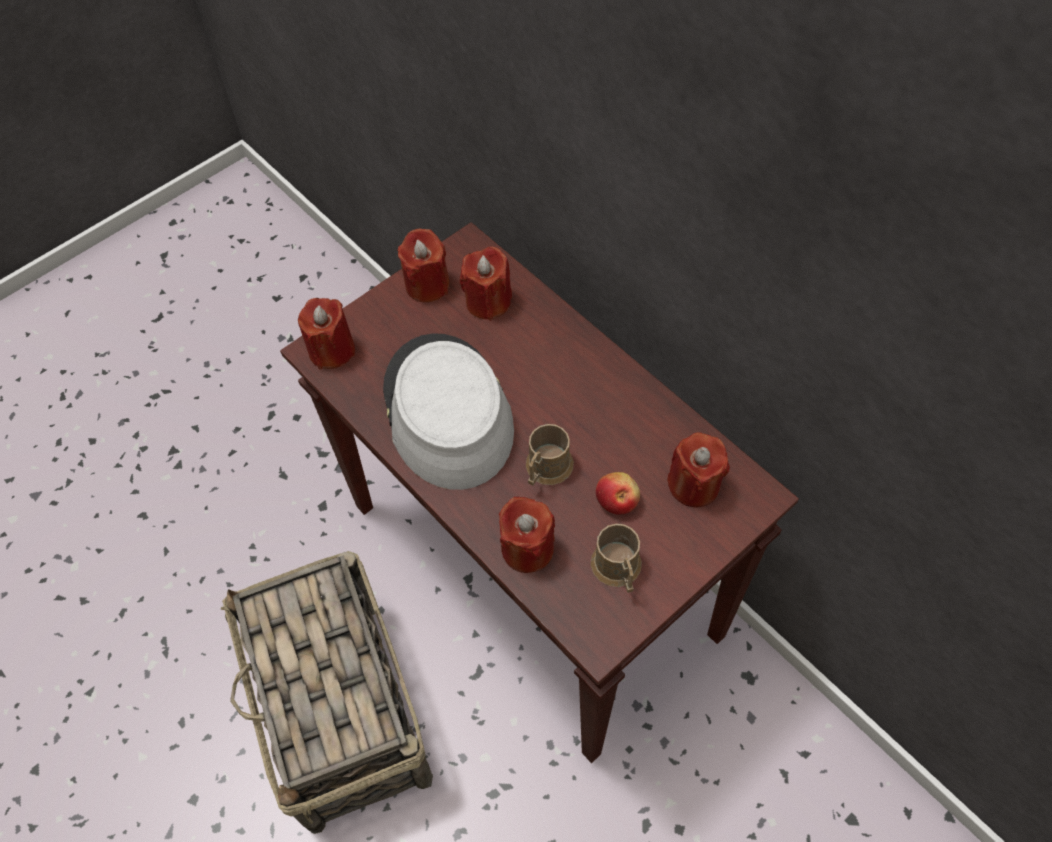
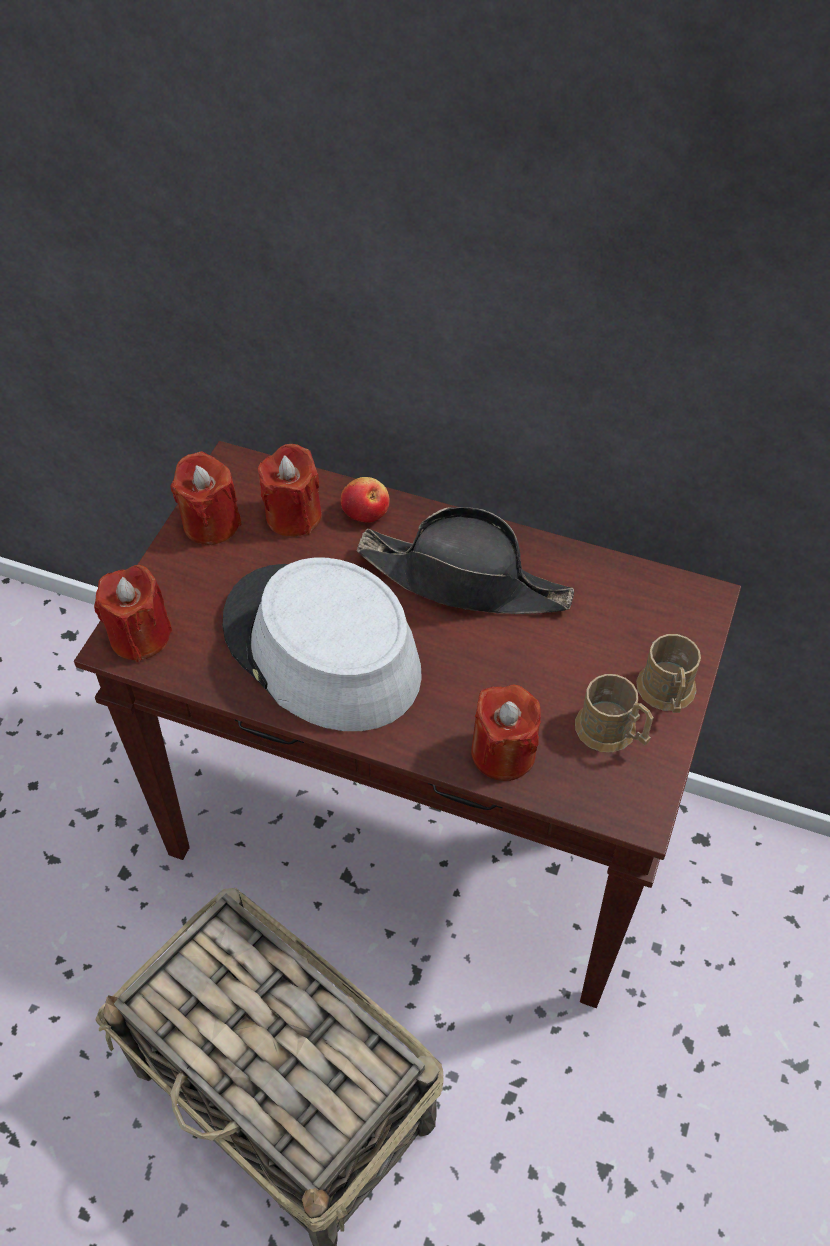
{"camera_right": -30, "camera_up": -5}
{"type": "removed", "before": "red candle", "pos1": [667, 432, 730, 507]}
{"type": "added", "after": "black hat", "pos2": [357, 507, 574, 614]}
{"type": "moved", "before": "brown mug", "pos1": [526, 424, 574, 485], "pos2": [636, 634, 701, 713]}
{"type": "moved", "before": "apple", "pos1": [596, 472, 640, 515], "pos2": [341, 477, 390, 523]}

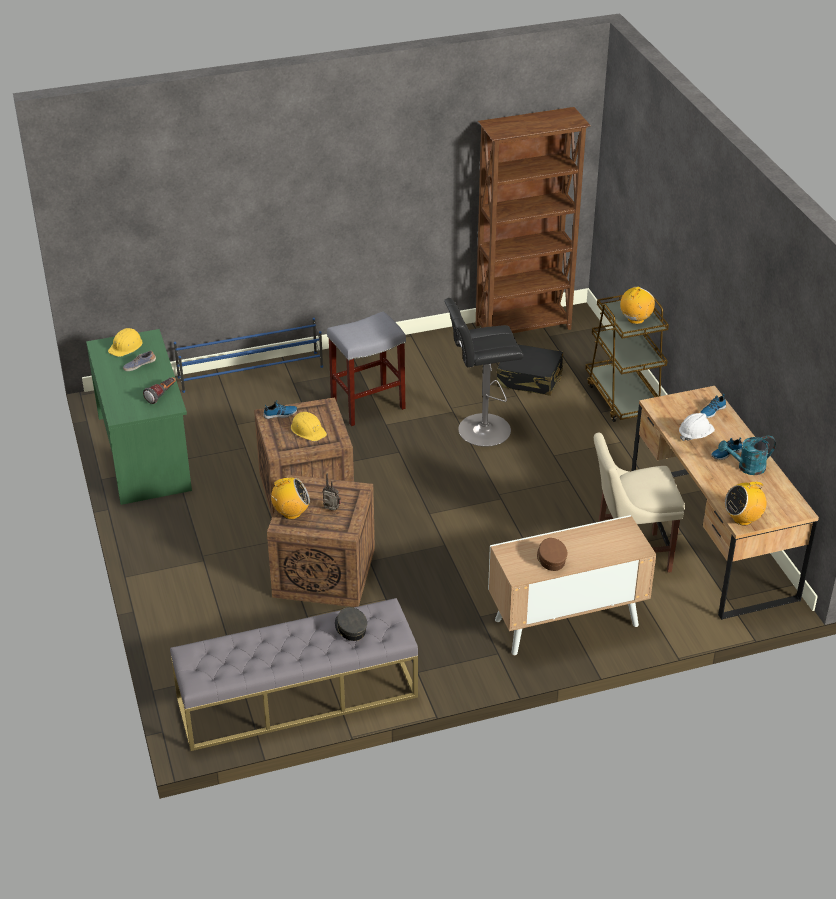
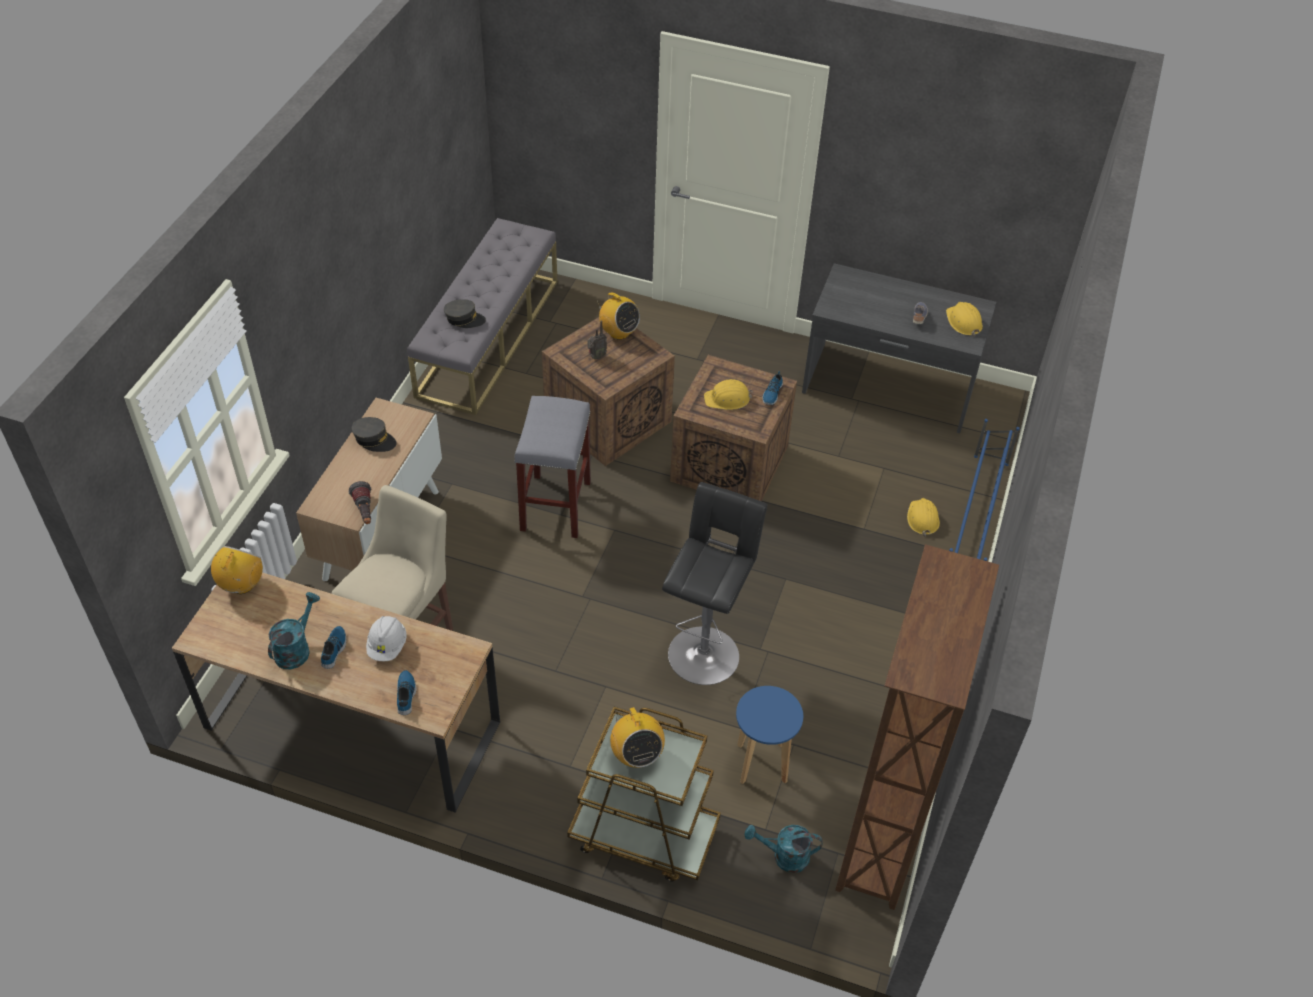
{"camera_right": 125, "camera_up": 10}
{"type": "added", "after": "turquoise watering can", "pos2": [744, 825, 823, 873]}
{"type": "added", "after": "yellow hard hat", "pos2": [907, 498, 940, 536]}
{"type": "moved", "before": "flashlight", "pos1": [143, 377, 176, 404], "pos2": [349, 481, 371, 524]}
{"type": "moved", "before": "grey stool", "pos1": [327, 311, 406, 426], "pos2": [514, 396, 591, 538]}
{"type": "replaced", "before": "black suitcase", "after": "blue stool", "pos1": [497, 345, 563, 396], "pos2": [736, 686, 803, 784]}
{"type": "recoloured", "before": "green desk", "after": "grey desk", "pos1": [86, 329, 192, 505], "pos2": [802, 263, 996, 433]}
{"type": "recoloured", "before": "brown cap", "after": "grey cap", "pos1": [537, 538, 567, 571], "pos2": [351, 417, 397, 452]}
{"type": "turned", "before": "radio", "pos1": [270, 478, 310, 519], "pos2": [596, 293, 640, 340], "turn": -75}

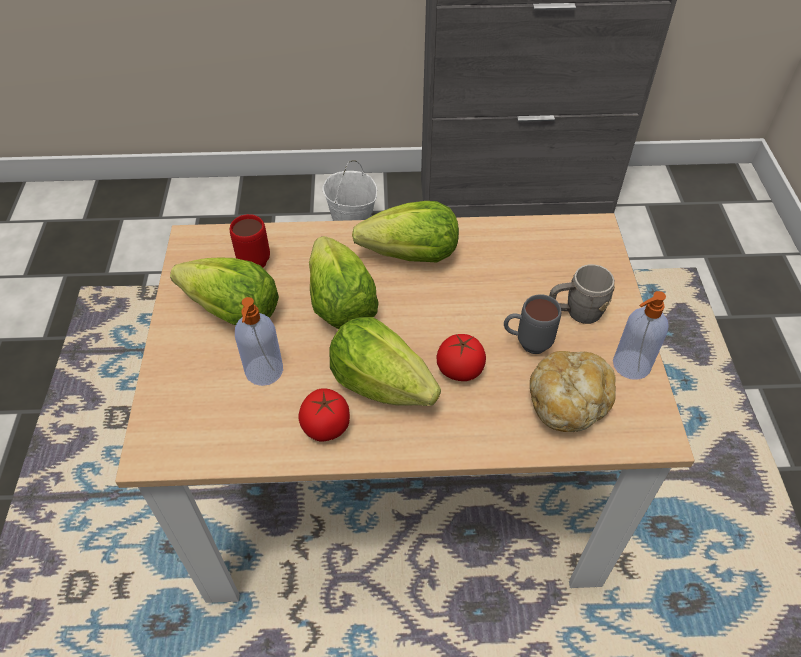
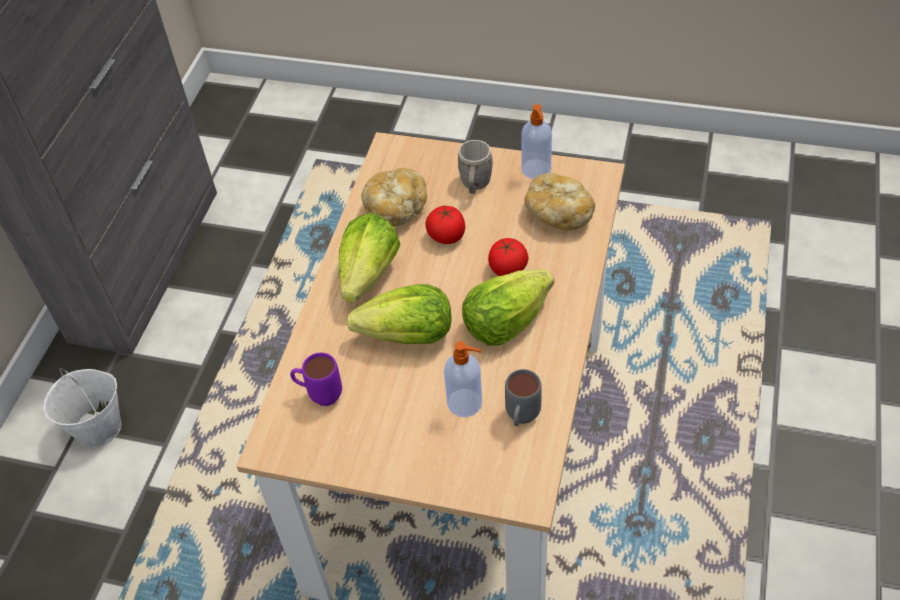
{"camera_right": -70, "camera_up": 0}
{"type": "removed", "before": "lettuce", "pos1": [170, 258, 279, 326]}
{"type": "added", "after": "bread", "pos2": [361, 168, 427, 226]}
{"type": "moved", "before": "tomato", "pos1": [298, 388, 350, 442], "pos2": [425, 206, 465, 244]}
{"type": "moved", "before": "grey mug", "pos1": [504, 294, 561, 354], "pos2": [505, 369, 542, 426]}
{"type": "recoloured", "before": "red mug", "after": "purple mug", "pos1": [230, 214, 270, 268], "pos2": [290, 353, 342, 406]}

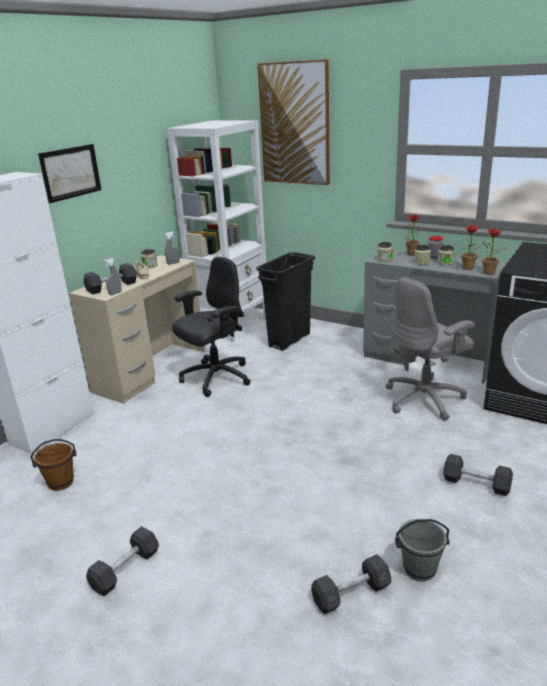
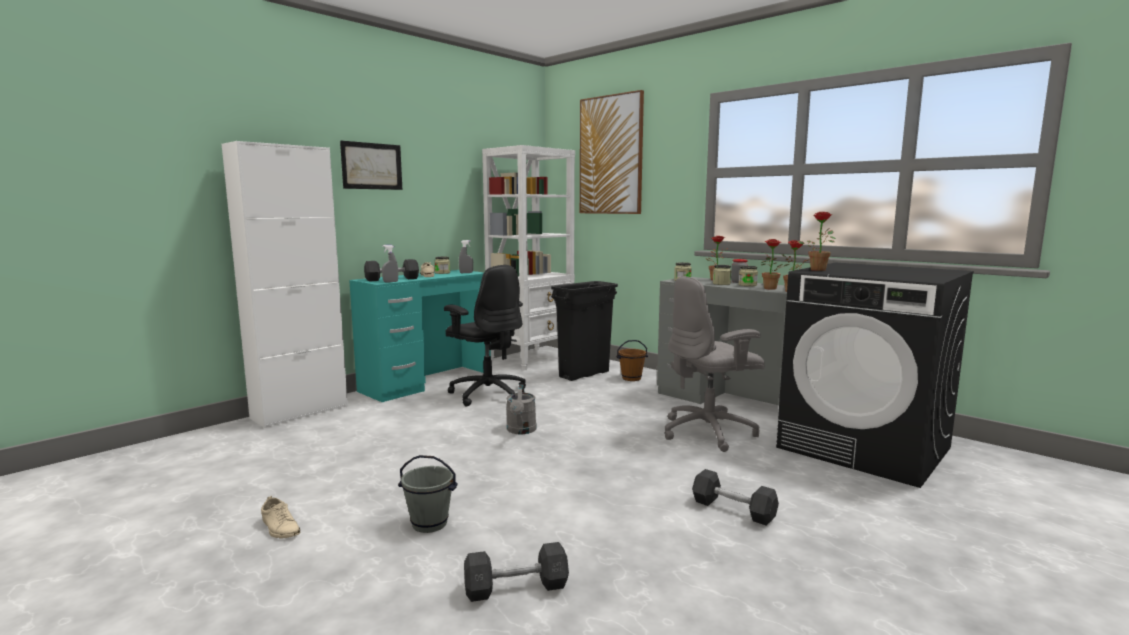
{"camera_right": 10, "camera_up": -15}
{"type": "added", "after": "grey watering can", "pos2": [506, 384, 537, 434]}
{"type": "added", "after": "potted plant", "pos2": [798, 211, 836, 271]}
{"type": "moved", "before": "brown bucket", "pos1": [30, 439, 76, 491], "pos2": [616, 340, 648, 381]}
{"type": "moved", "before": "grey bucket", "pos1": [395, 519, 450, 581], "pos2": [398, 455, 458, 533]}
{"type": "replaced", "before": "grey dumbbell", "after": "beige shoe", "pos1": [86, 526, 159, 596], "pos2": [261, 496, 300, 538]}
{"type": "recoloured", "before": "beige desk", "after": "turquoise desk", "pos1": [69, 255, 205, 404], "pos2": [349, 270, 491, 402]}
{"type": "turned", "before": "black office chair", "pos1": [172, 257, 251, 397], "pos2": [444, 265, 526, 407], "turn": 75}

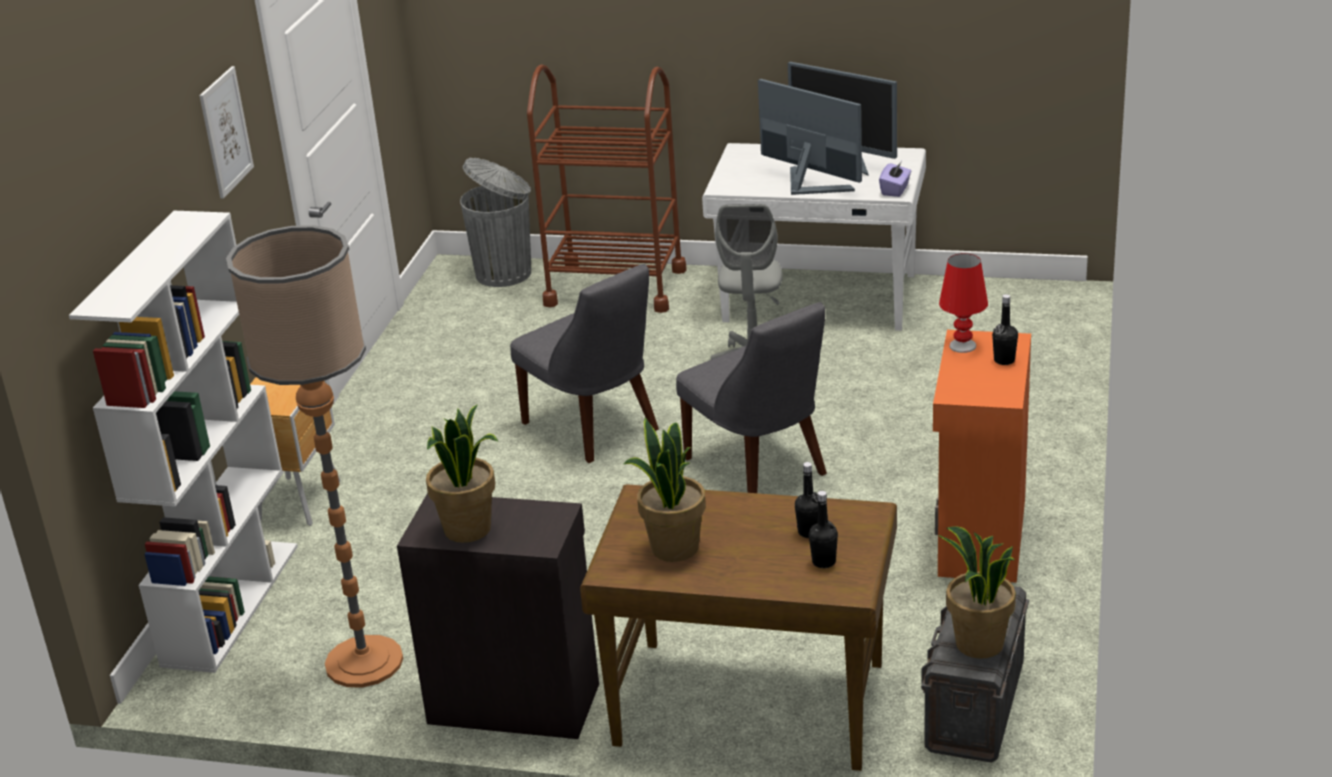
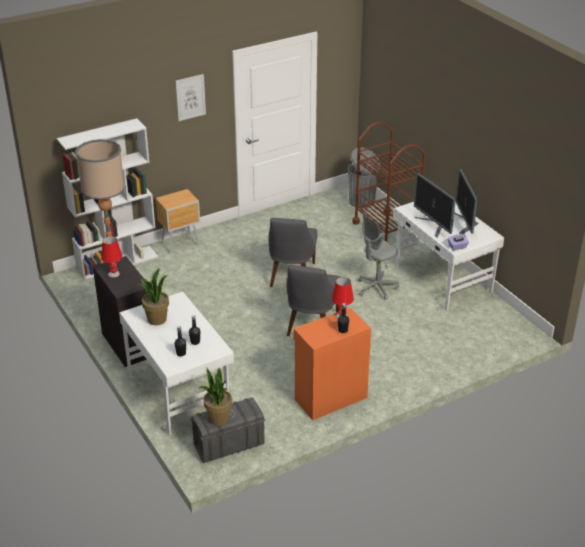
{"camera_right": 45, "camera_up": 5}
{"type": "replaced", "before": "potted plant", "after": "red table lamp", "pos1": [426, 404, 498, 543], "pos2": [101, 236, 122, 278]}
{"type": "recoloured", "before": "brown desk", "after": "white desk", "pos1": [580, 484, 897, 771], "pos2": [119, 291, 234, 435]}
{"type": "turned", "before": "monitor", "pos1": [758, 79, 862, 195], "pos2": [414, 173, 456, 237], "turn": 150}

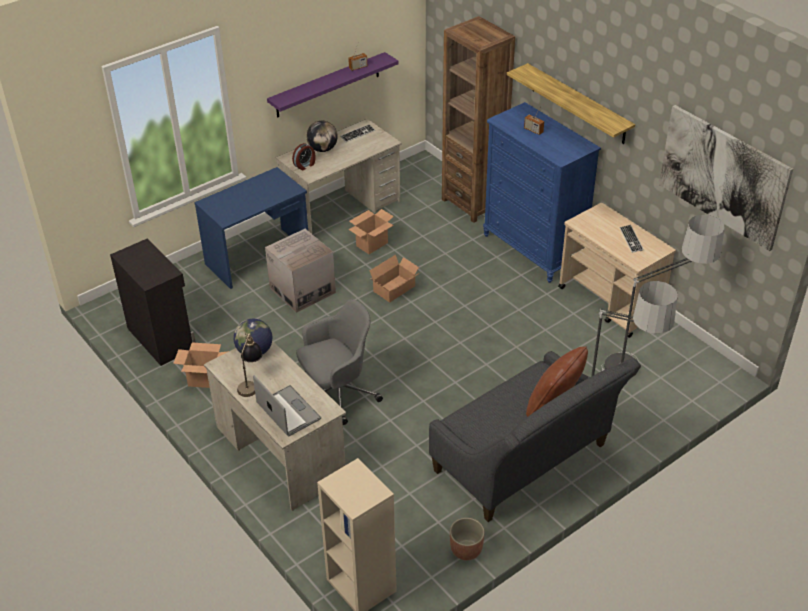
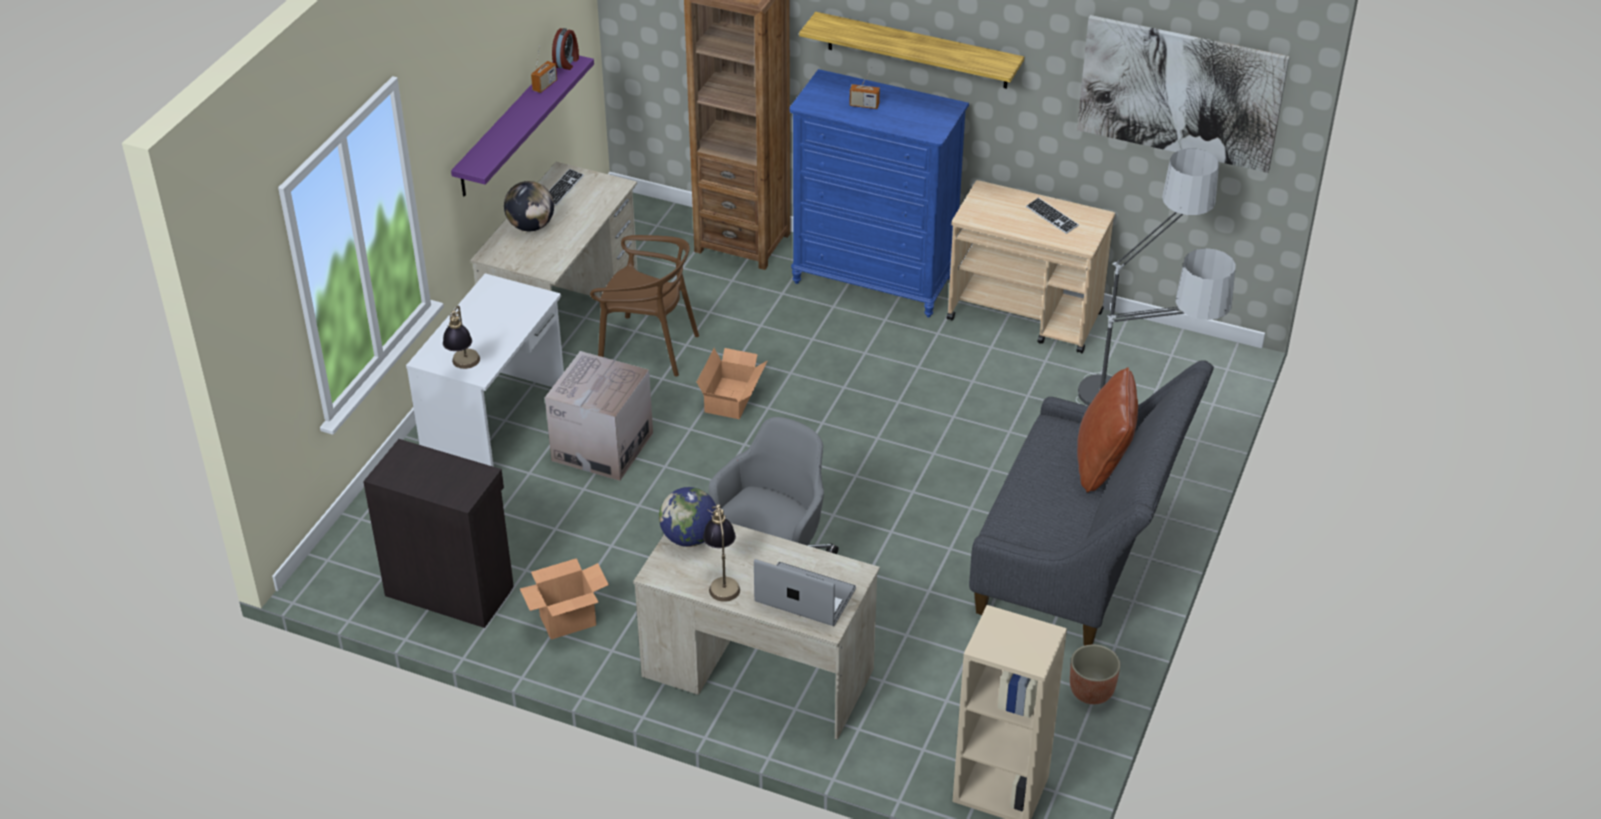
{"camera_right": -30, "camera_up": 0}
{"type": "added", "after": "table lamp", "pos2": [443, 305, 480, 369]}
{"type": "moved", "before": "alarm clock", "pos1": [292, 143, 316, 170], "pos2": [552, 28, 579, 70]}
{"type": "replaced", "before": "cardboard box", "after": "brown chair", "pos1": [348, 209, 394, 254], "pos2": [590, 235, 699, 377]}
{"type": "recoloured", "before": "blue desk", "after": "white desk", "pos1": [194, 167, 308, 289], "pos2": [406, 273, 564, 467]}

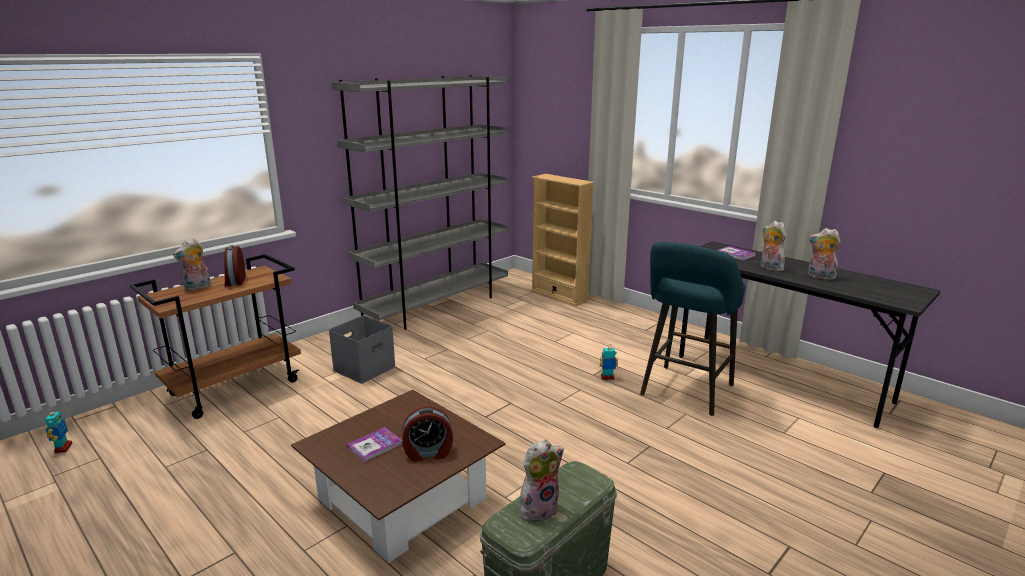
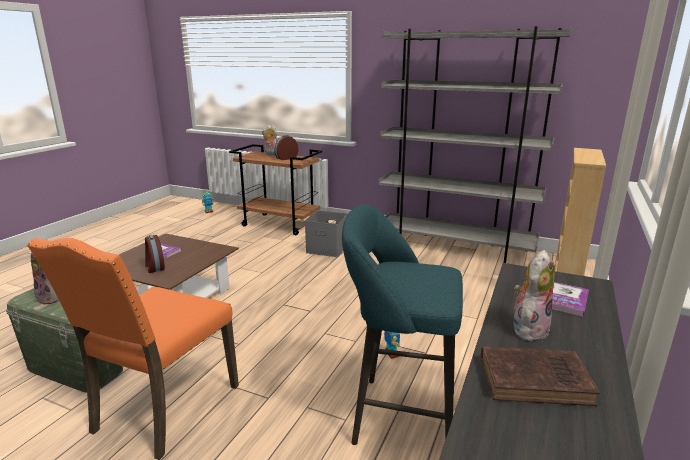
{"camera_right": 70, "camera_up": 0}
{"type": "added", "after": "orange chair", "pos2": [27, 238, 239, 460]}
{"type": "replaced", "before": "plush toy", "after": "brown book", "pos1": [808, 228, 841, 280], "pos2": [481, 346, 600, 406]}

